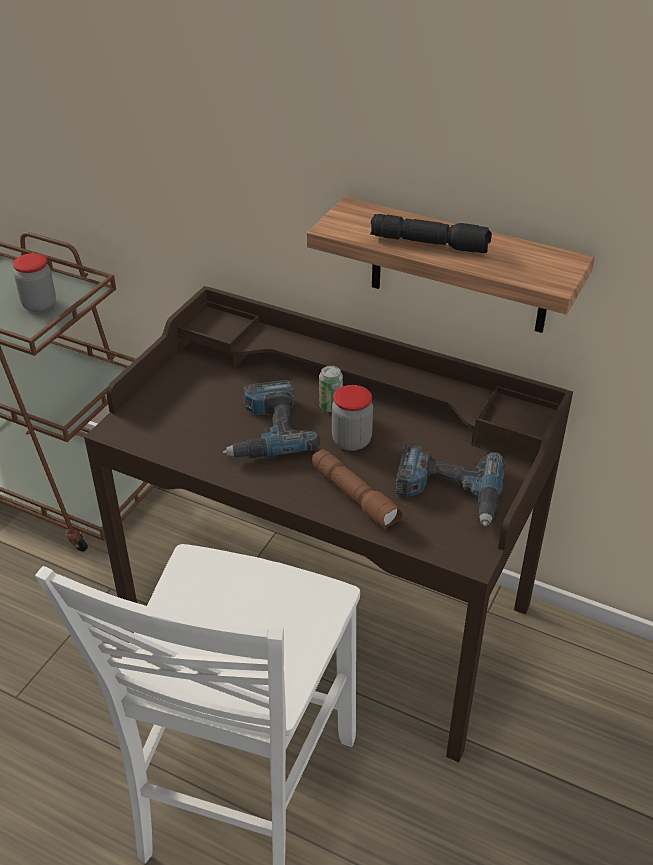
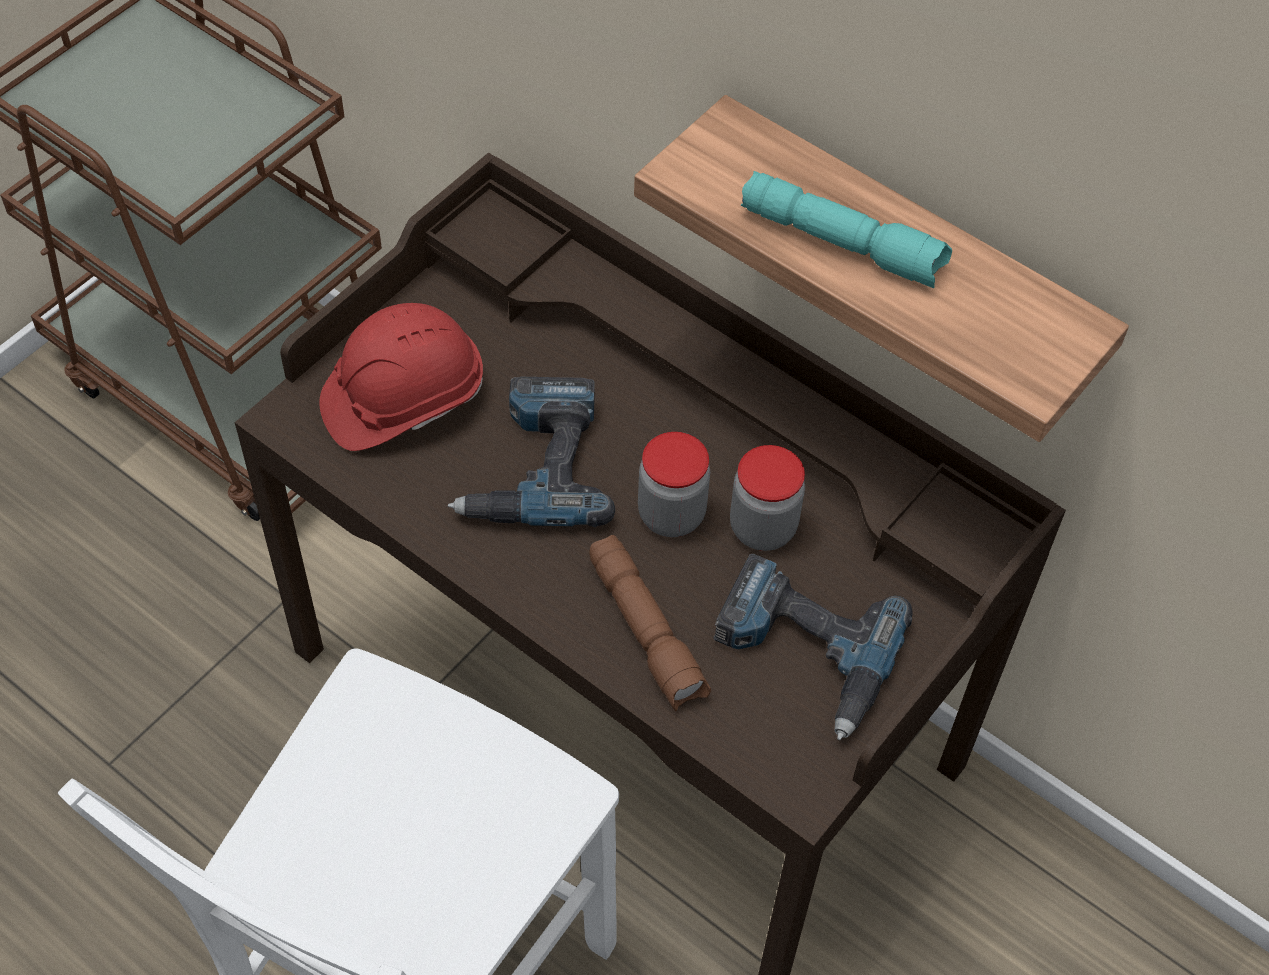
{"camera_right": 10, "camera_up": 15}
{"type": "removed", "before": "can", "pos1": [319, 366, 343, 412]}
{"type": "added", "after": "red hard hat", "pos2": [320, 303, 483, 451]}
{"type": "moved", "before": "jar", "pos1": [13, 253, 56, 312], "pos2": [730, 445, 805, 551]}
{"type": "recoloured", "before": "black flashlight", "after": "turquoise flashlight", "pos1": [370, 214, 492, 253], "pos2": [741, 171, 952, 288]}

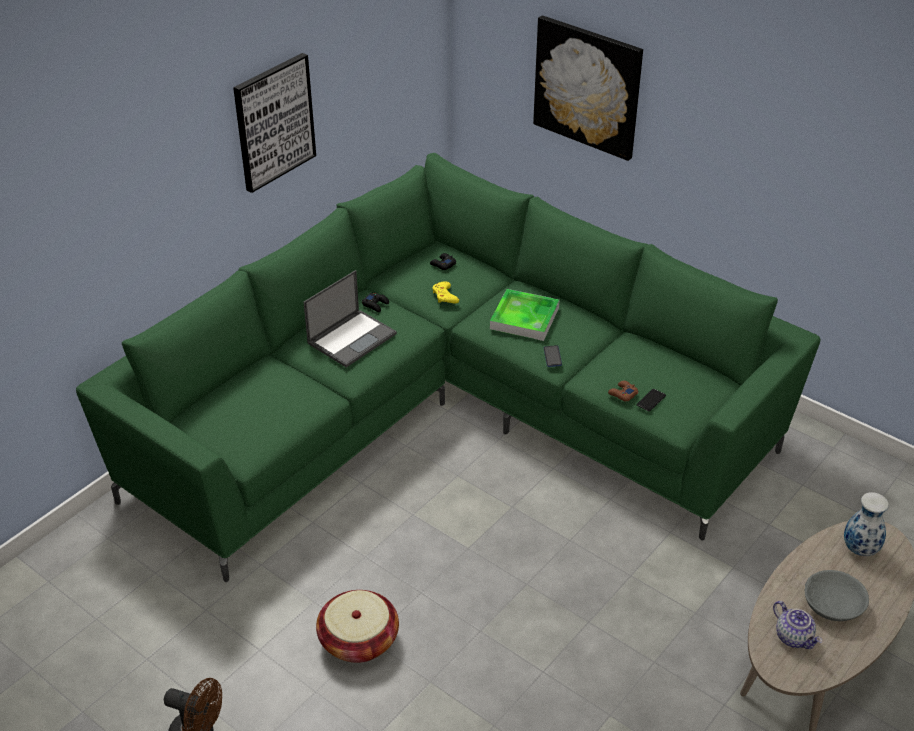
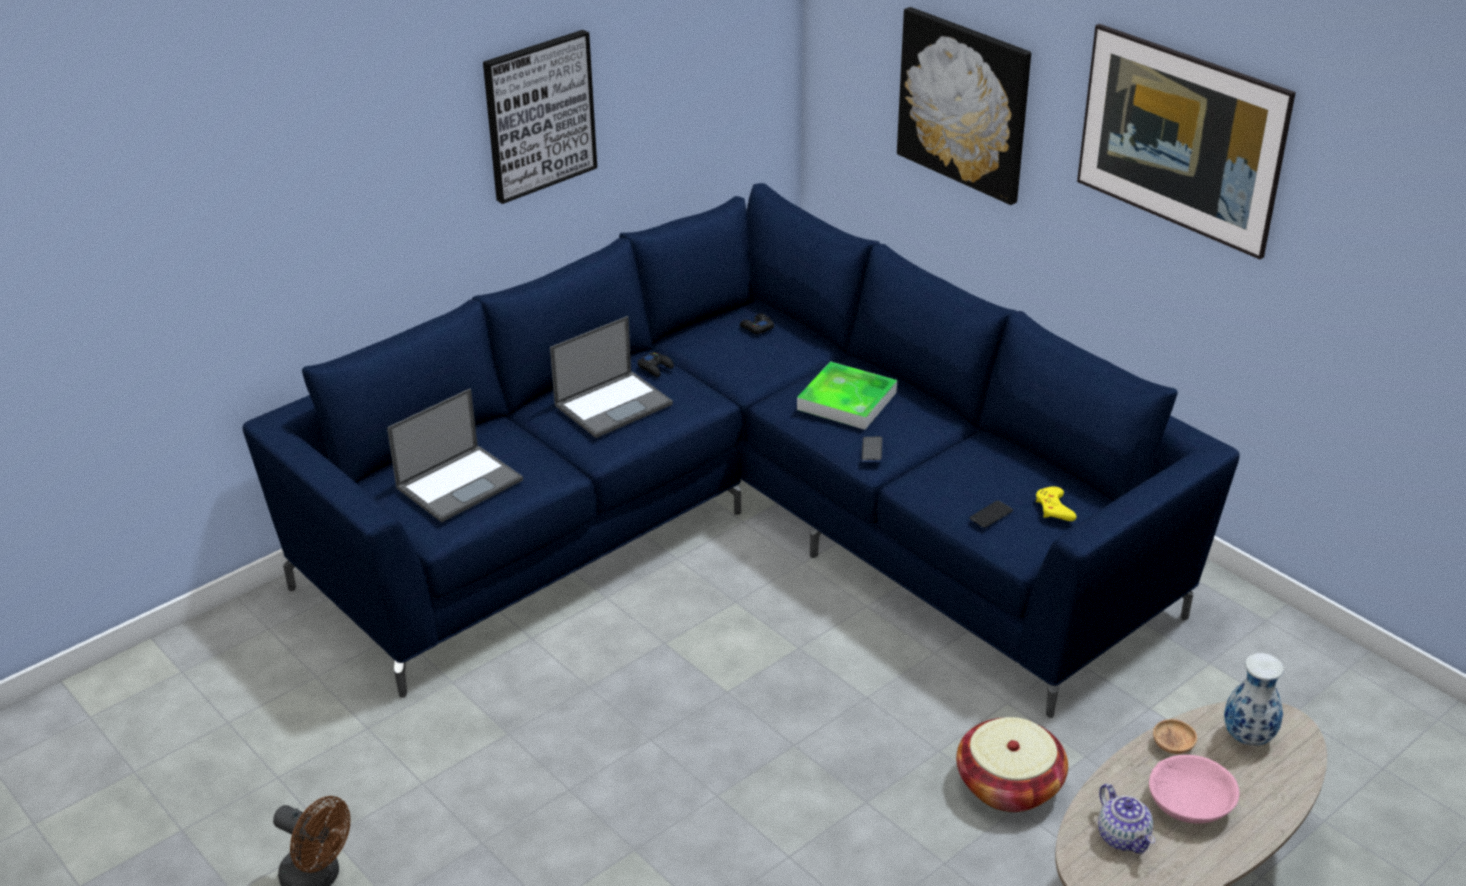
{"camera_right": 10, "camera_up": -5}
{"type": "removed", "before": "brown game controller", "pos1": [608, 381, 638, 402]}
{"type": "added", "after": "laptop", "pos2": [387, 389, 523, 522]}
{"type": "added", "after": "picture", "pos2": [1077, 24, 1296, 259]}
{"type": "added", "after": "brown bowl", "pos2": [1153, 719, 1197, 754]}
{"type": "moved", "before": "basket", "pos1": [316, 590, 399, 663], "pos2": [956, 717, 1068, 812]}
{"type": "moved", "before": "yellow game controller", "pos1": [432, 281, 459, 304], "pos2": [1036, 486, 1076, 521]}
{"type": "recoloured", "before": "green sofa", "after": "blue sofa", "pos1": [76, 153, 820, 582], "pos2": [243, 183, 1240, 718]}
{"type": "recoloured", "before": "grey bowl", "after": "pink bowl", "pos1": [805, 570, 869, 621], "pos2": [1149, 755, 1240, 824]}

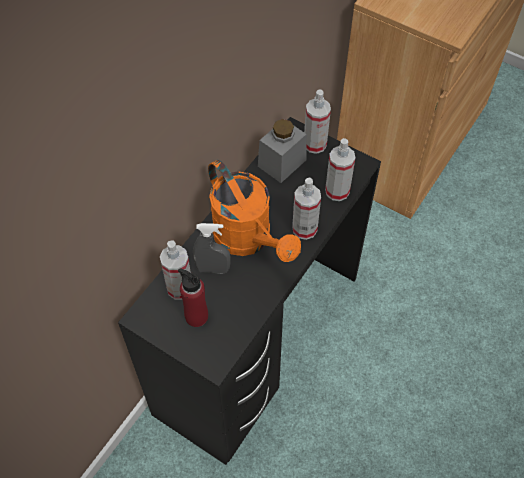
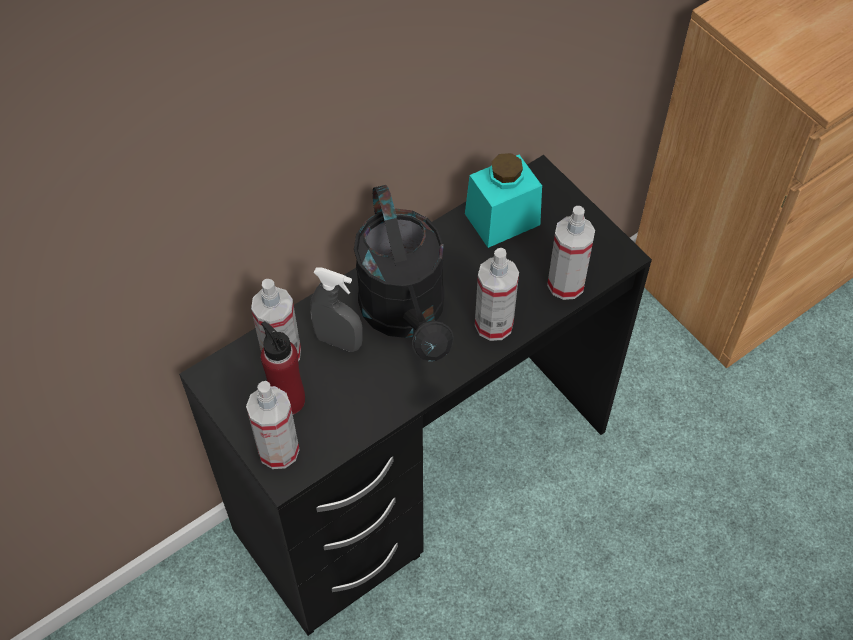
{"camera_right": 20, "camera_up": 0}
{"type": "moved", "before": "spray bottle", "pos1": [304, 89, 331, 154], "pos2": [246, 381, 300, 469]}
{"type": "recoloured", "before": "orange watering can", "after": "black watering can", "pos1": [208, 160, 301, 262], "pos2": [354, 185, 454, 361]}
{"type": "recoloured", "before": "grey jar", "after": "turquoise jar", "pos1": [258, 119, 307, 183], "pos2": [465, 153, 542, 248]}

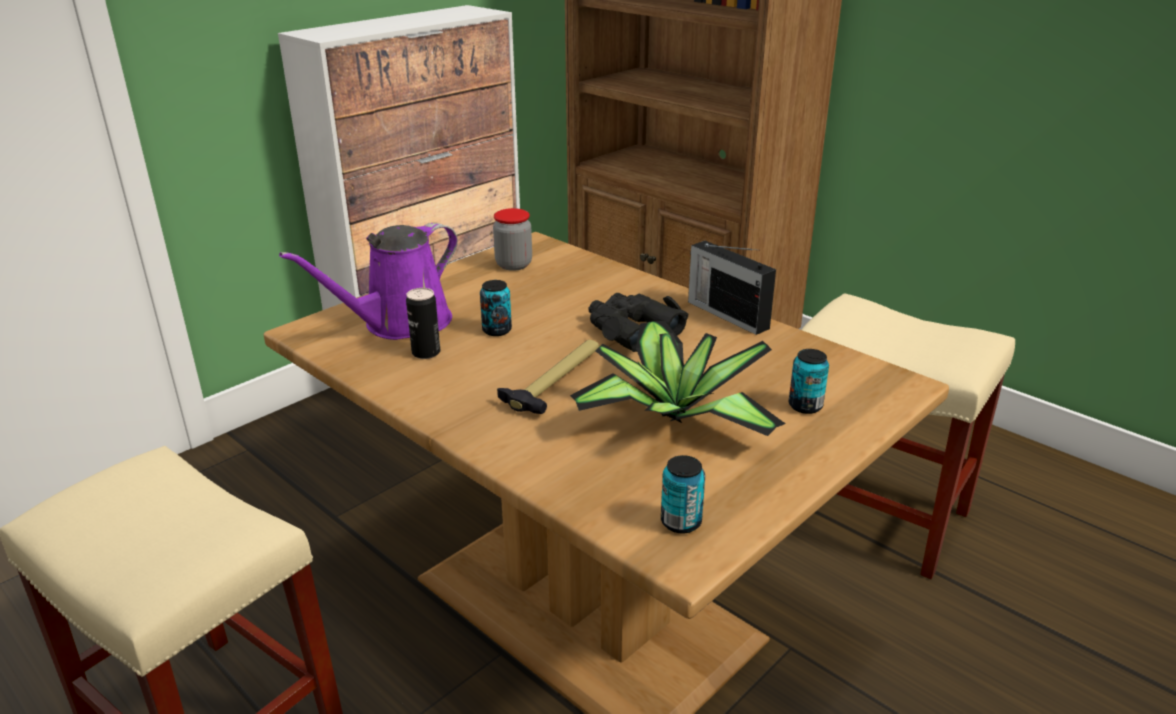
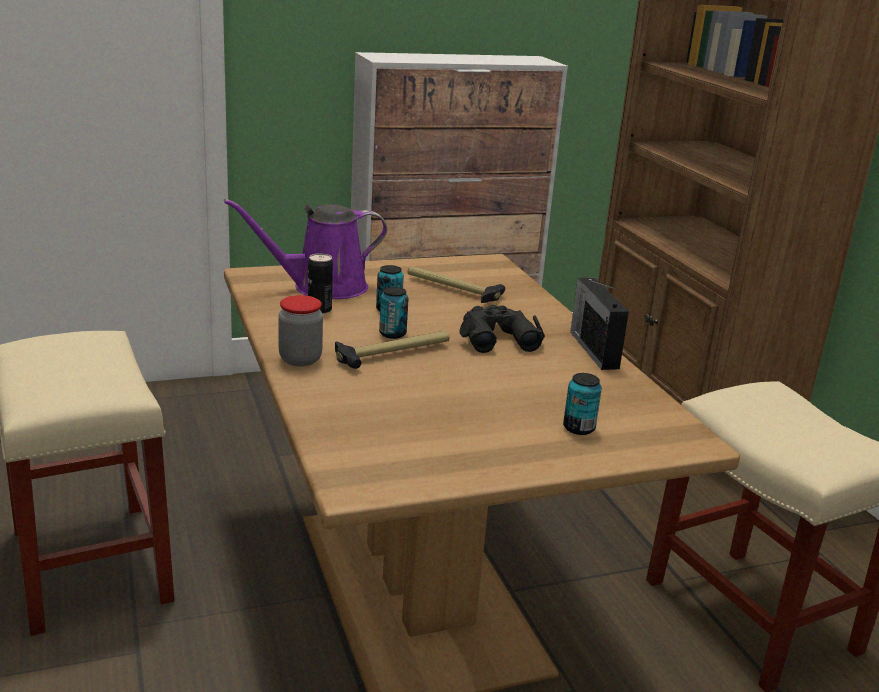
{"camera_right": 25, "camera_up": -5}
{"type": "removed", "before": "potted plant", "pos1": [570, 321, 786, 436]}
{"type": "added", "after": "hammer", "pos2": [407, 266, 505, 303]}
{"type": "moved", "before": "jar", "pos1": [493, 208, 532, 271], "pos2": [278, 295, 323, 366]}
{"type": "moved", "before": "can", "pos1": [661, 455, 705, 534], "pos2": [379, 287, 409, 339]}

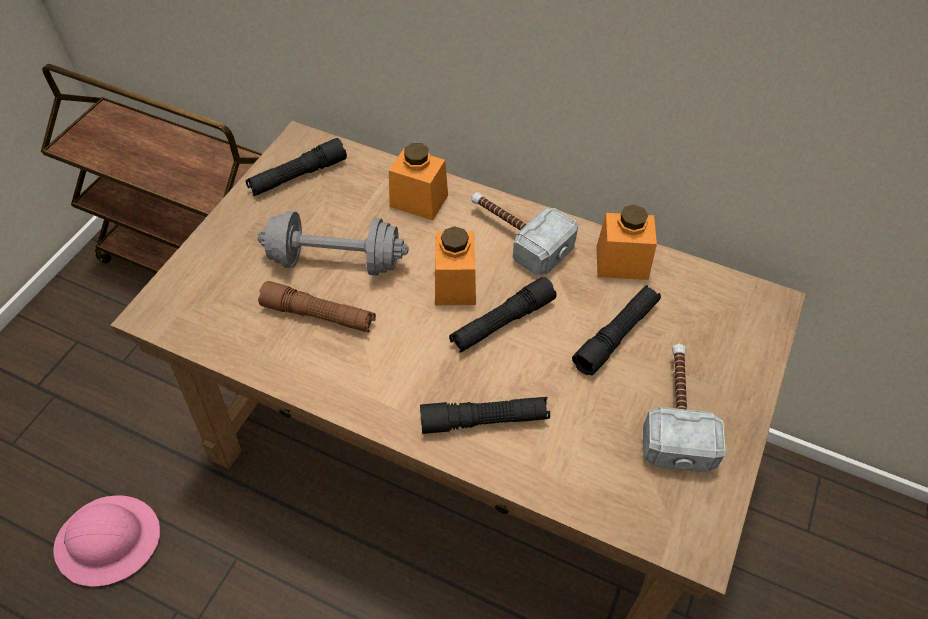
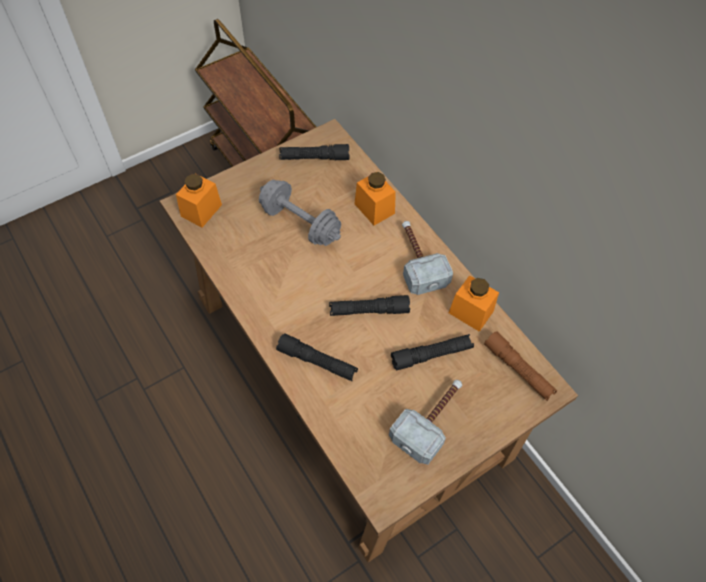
{"camera_right": 30, "camera_up": 5}
{"type": "removed", "before": "pink hard hat", "pos1": [53, 496, 160, 586]}
{"type": "moved", "before": "brown flashlight", "pos1": [258, 281, 376, 332], "pos2": [484, 331, 557, 401]}
{"type": "moved", "before": "orange jar", "pos1": [435, 226, 476, 305], "pos2": [176, 174, 222, 227]}

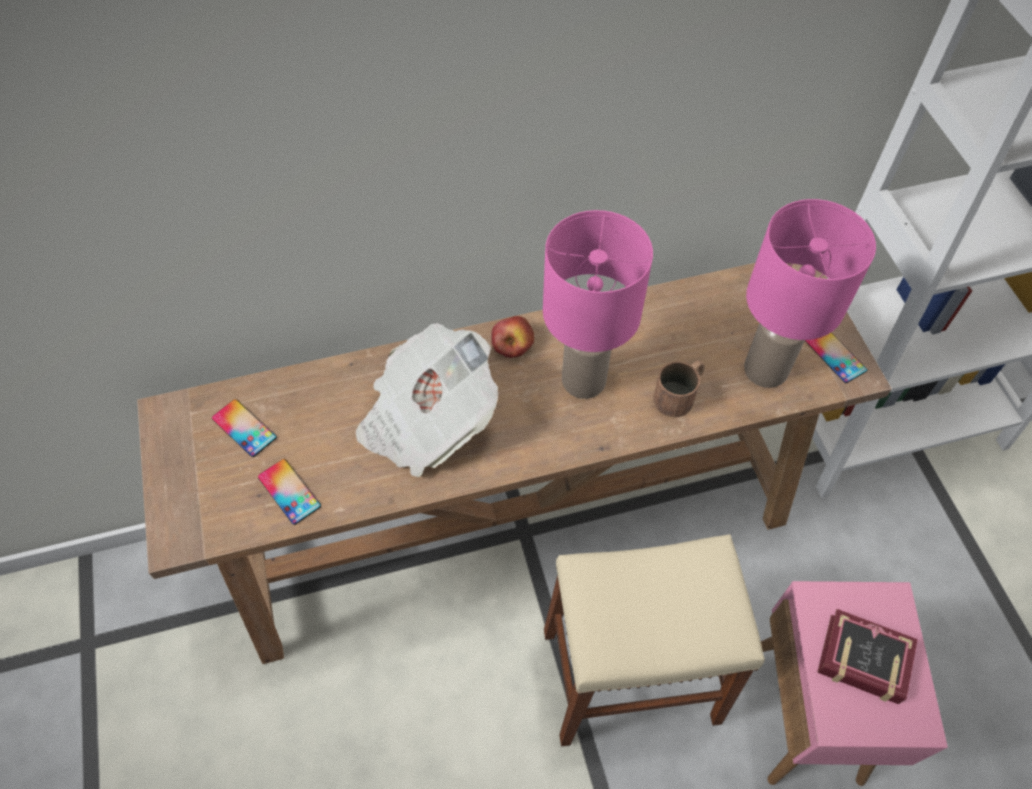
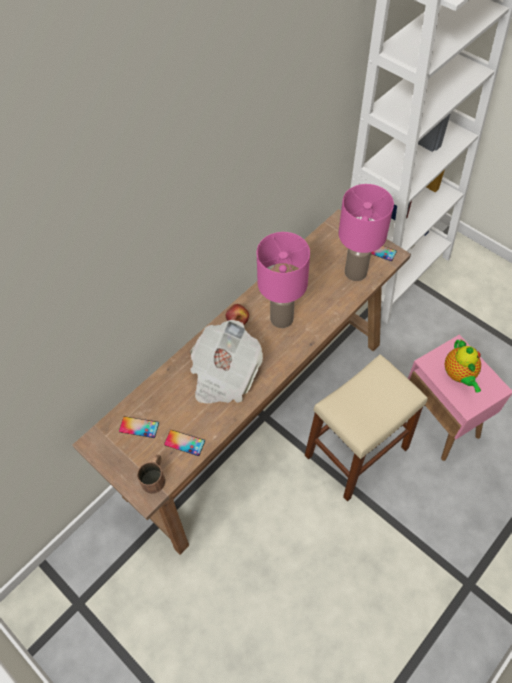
{"camera_right": -30, "camera_up": 0}
{"type": "moved", "before": "brown mug", "pos1": [653, 361, 705, 417], "pos2": [137, 455, 165, 494]}
{"type": "replaced", "before": "book", "after": "teapot", "pos1": [817, 609, 918, 704], "pos2": [445, 340, 481, 393]}

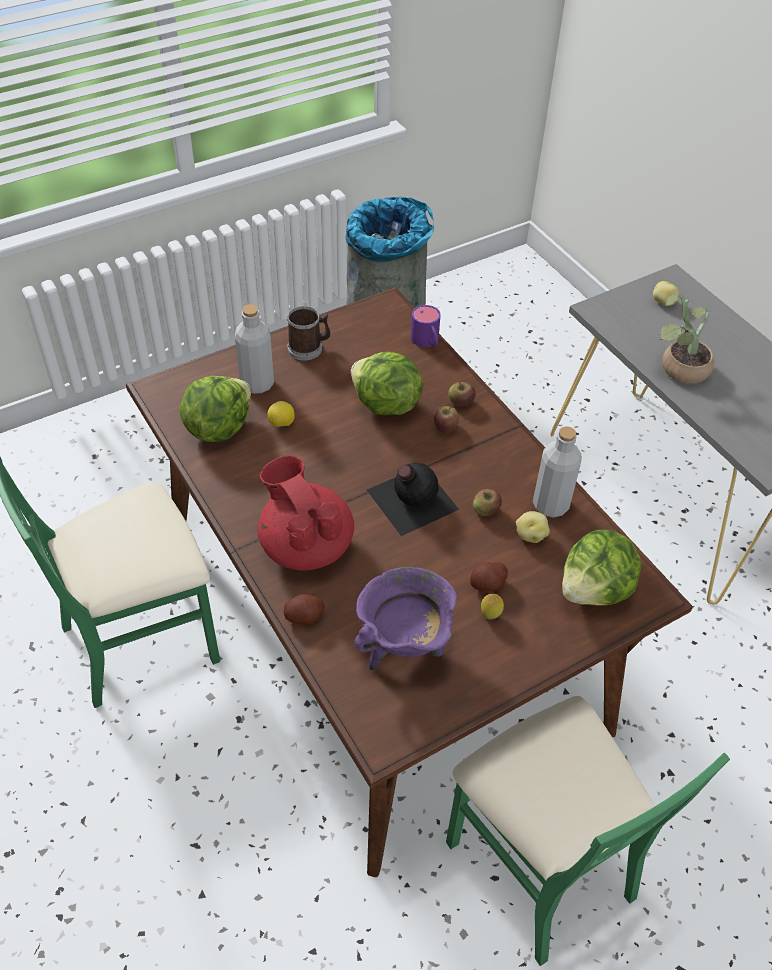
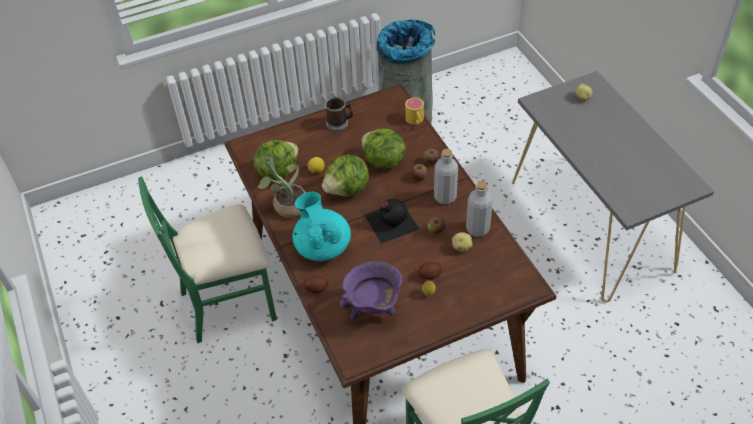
{"camera_right": 10, "camera_up": 0}
{"type": "moved", "before": "grey bottle", "pos1": [235, 304, 274, 394], "pos2": [434, 149, 458, 204]}
{"type": "moved", "before": "lettuce", "pos1": [562, 530, 641, 606], "pos2": [322, 154, 369, 196]}
{"type": "moved", "before": "potted plant", "pos1": [659, 294, 714, 384], "pos2": [257, 156, 306, 218]}
{"type": "recoloured", "before": "red teapot", "after": "turquoise teapot", "pos1": [257, 456, 354, 571], "pos2": [292, 192, 351, 261]}
{"type": "recoloured", "before": "purple mug", "after": "yellow mug", "pos1": [410, 305, 441, 347], "pos2": [405, 98, 424, 125]}

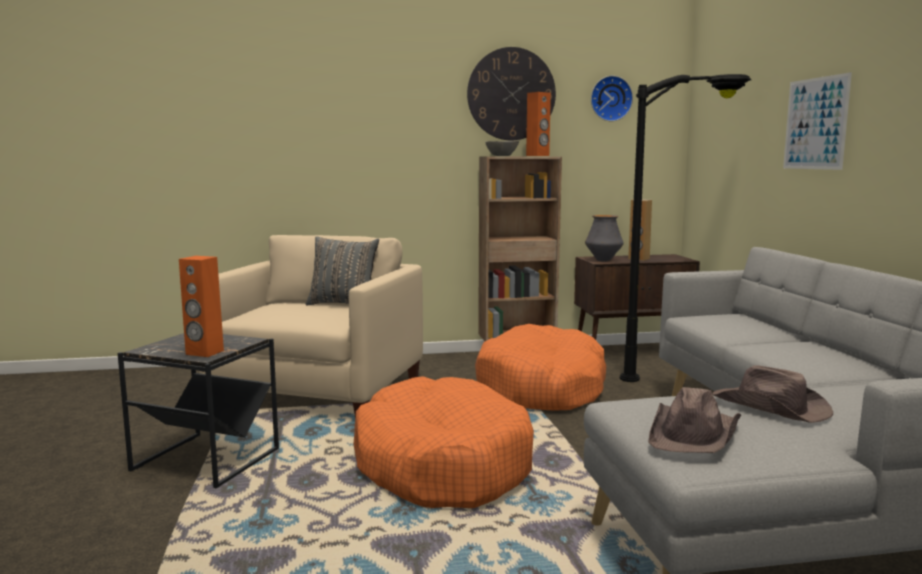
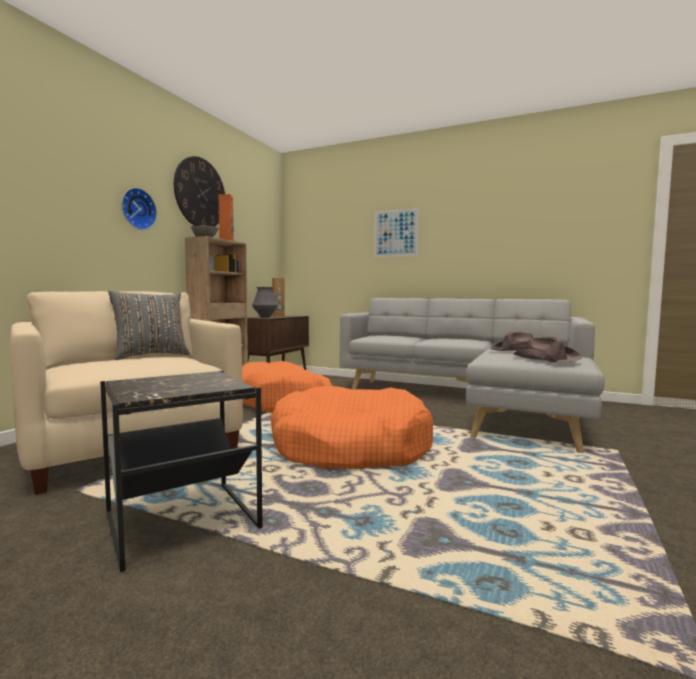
{"camera_right": -55, "camera_up": -5}
{"type": "removed", "before": "orange speaker", "pos1": [179, 256, 224, 357]}
{"type": "removed", "before": "black floor lamp", "pos1": [620, 74, 751, 382]}
{"type": "moved", "before": "wall clock", "pos1": [591, 76, 633, 121], "pos2": [121, 188, 157, 230]}

